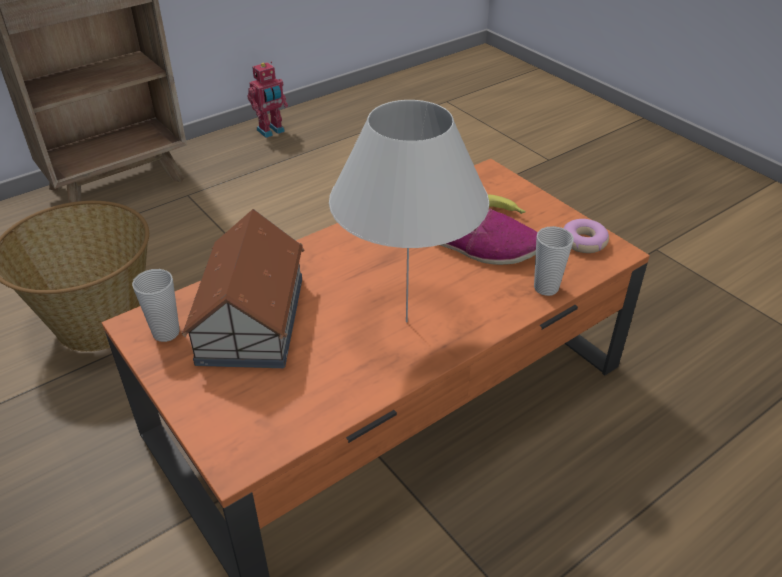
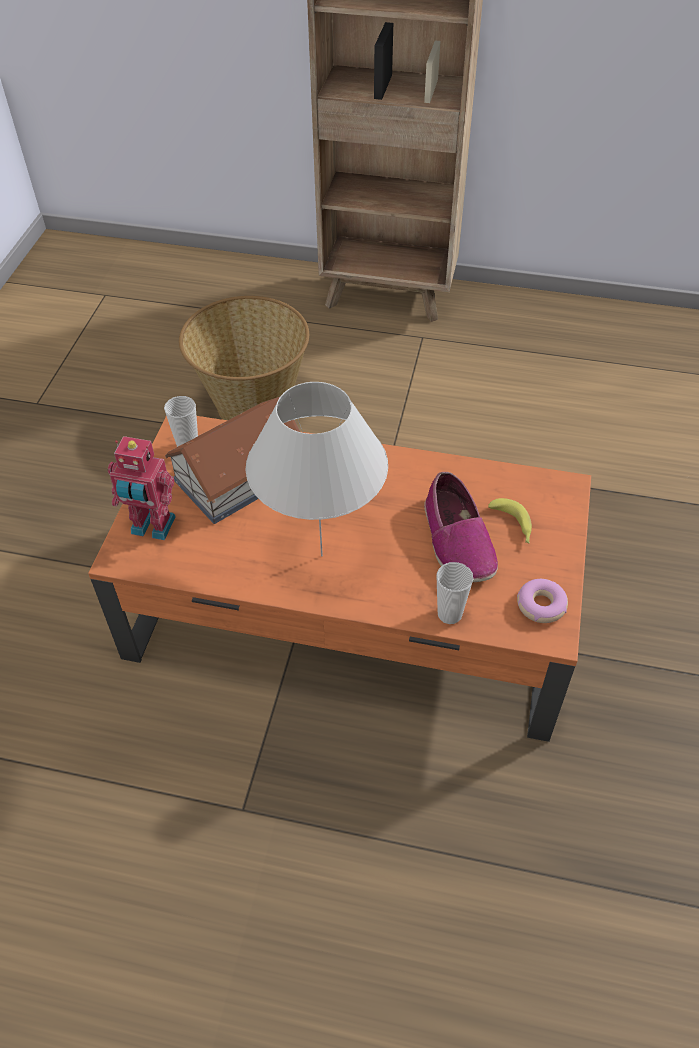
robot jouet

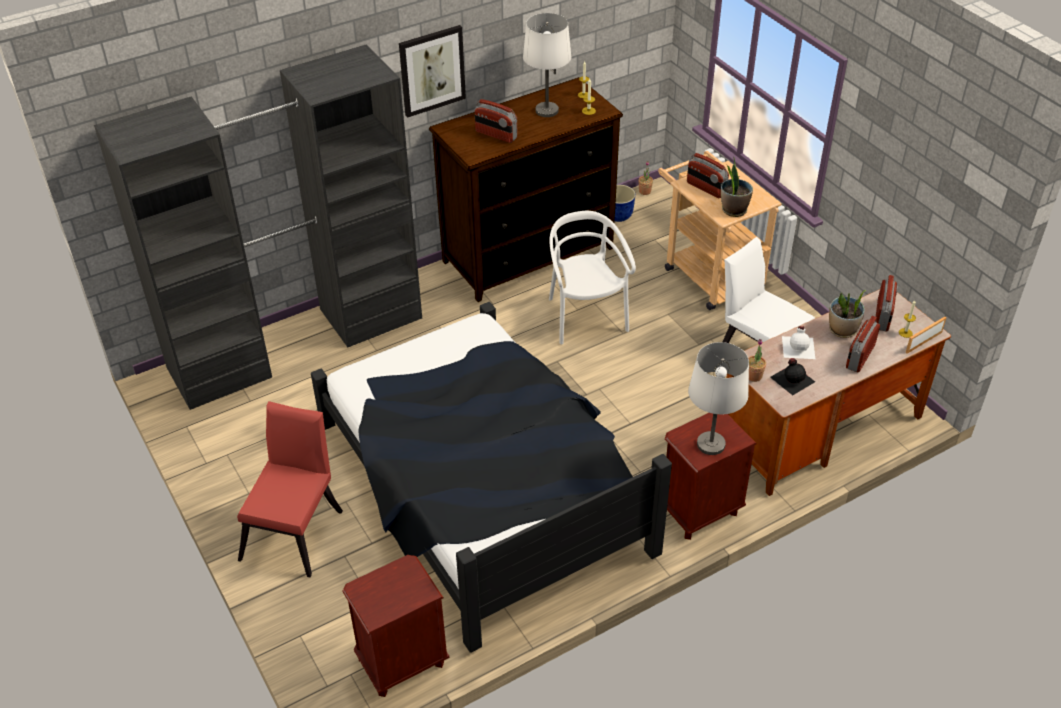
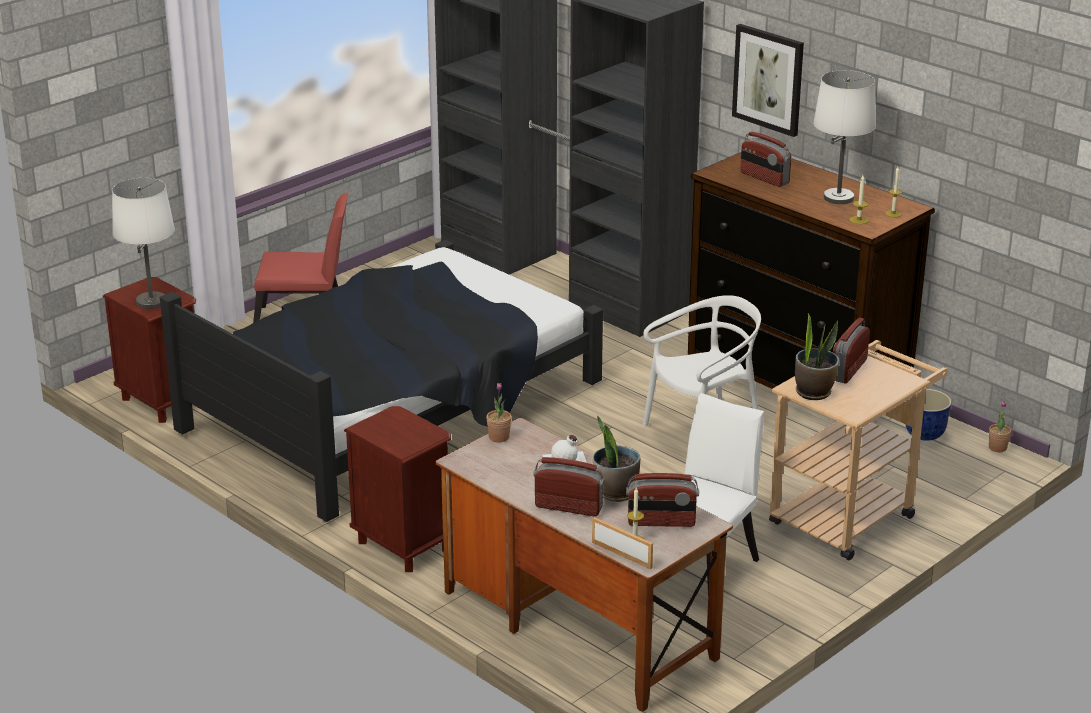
bouteille (noir)
lampe de table (blanc) (1st from left)
radio (3rd from left)

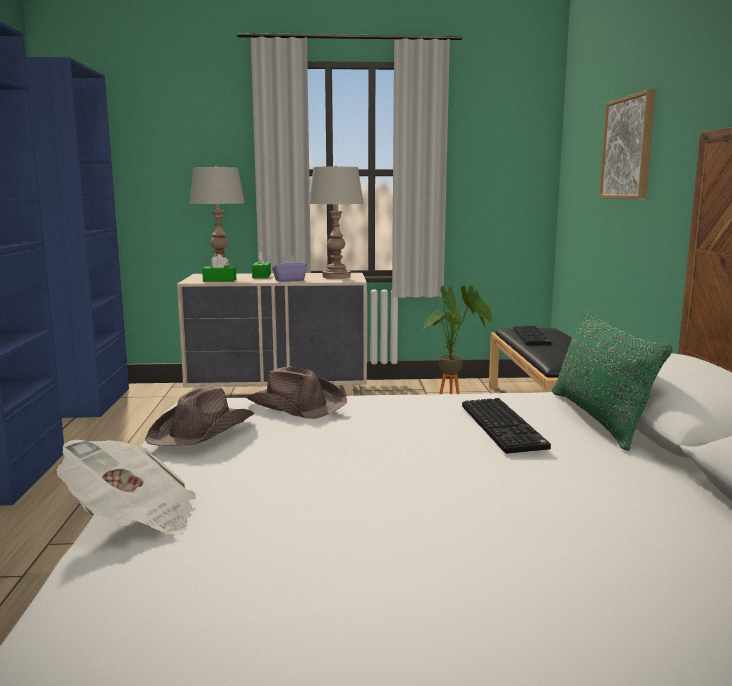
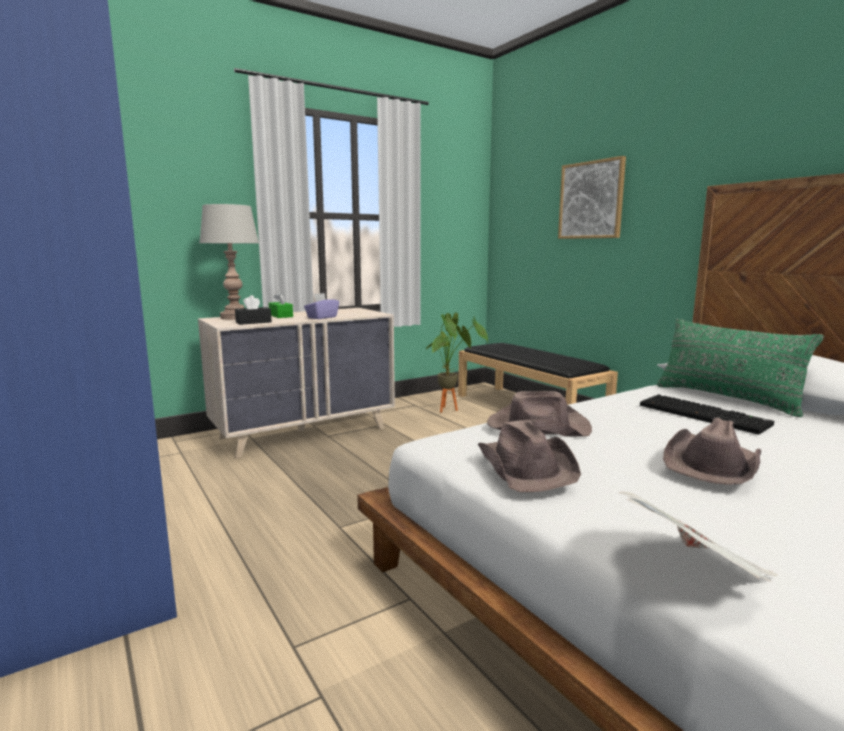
lampe de table (gris) (2nd from left in the first image)
clavier (2nd from left in the first image)
chapeau (marron) (3rd from left)
boîte à mouchoirs (noir)

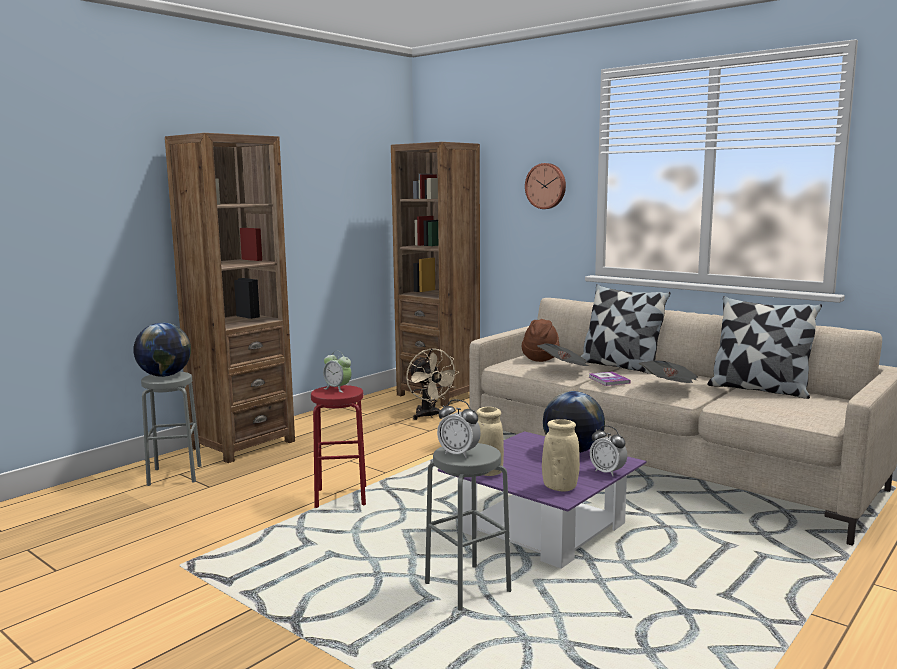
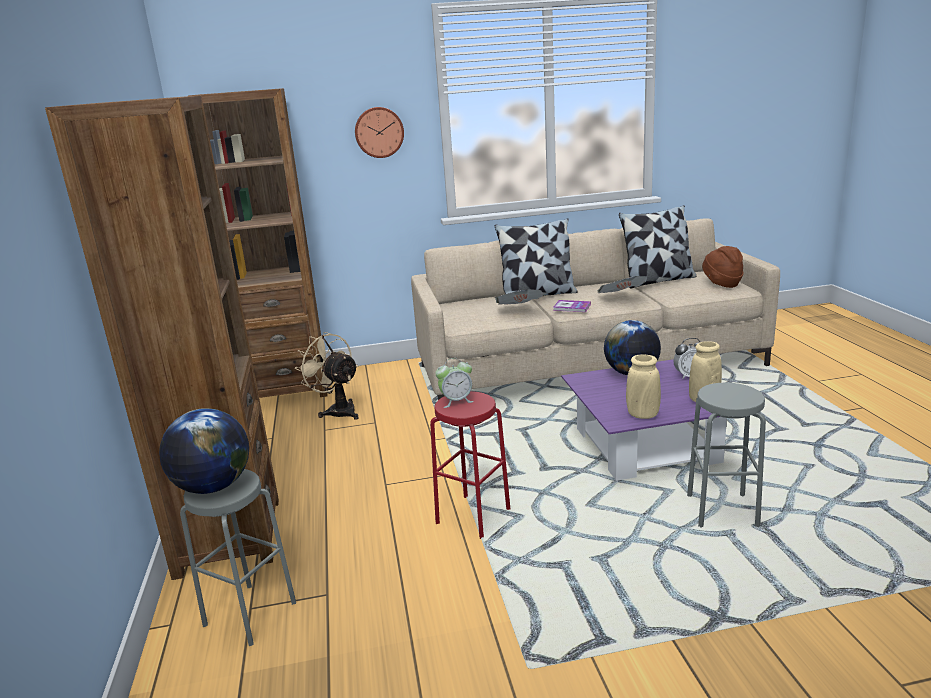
réveil (2nd from left in the first image)
chapeau (marron)
ventilateur (beige)

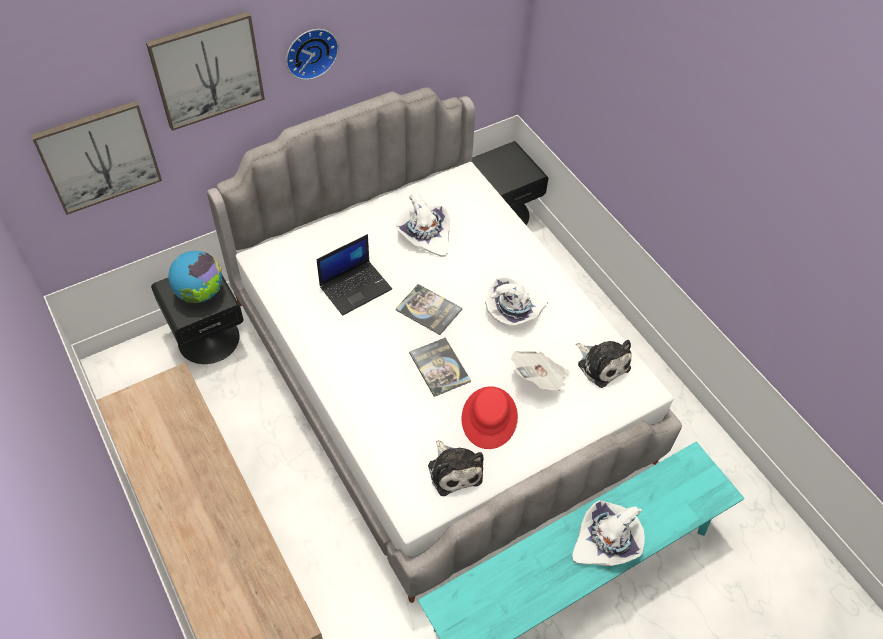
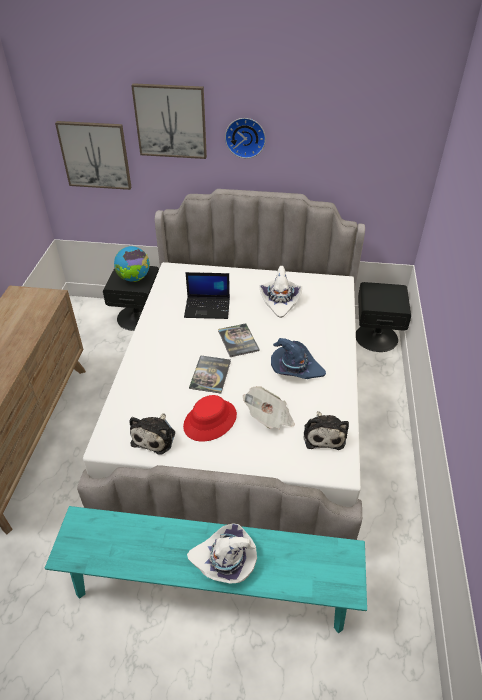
chapeau (bleu)

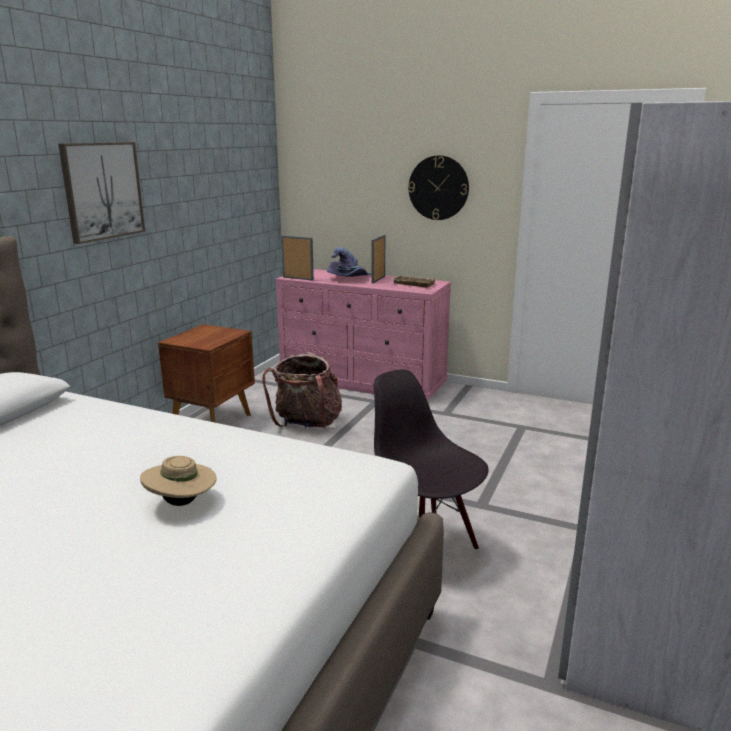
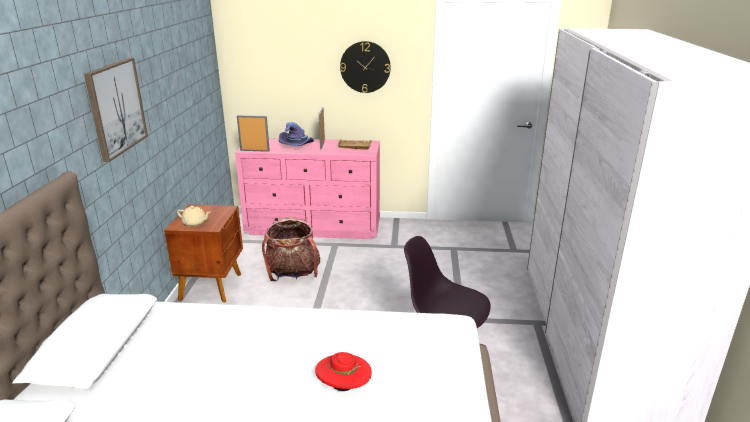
théière (beige)
chapeau (rouge)

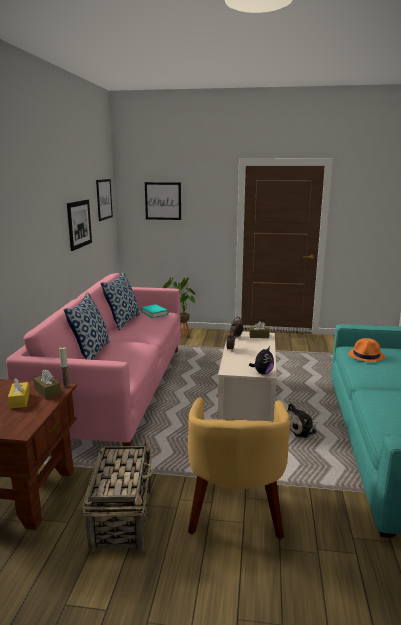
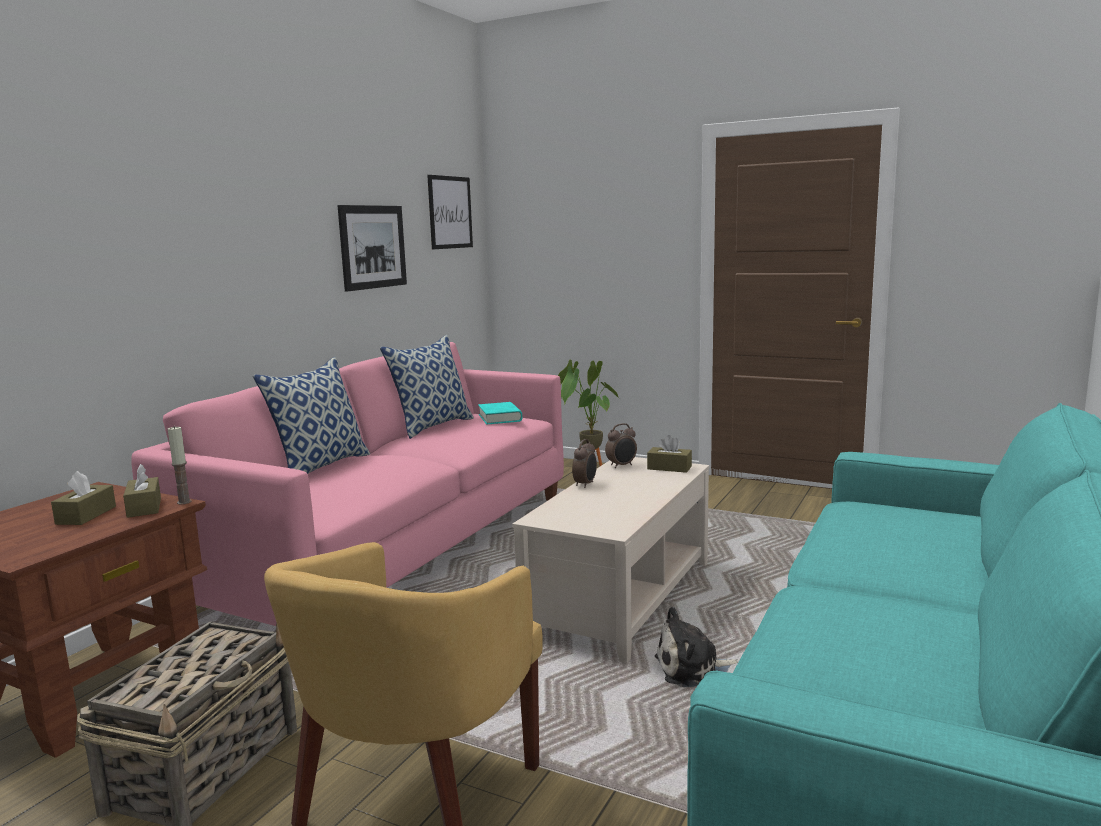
tableau (3rd from left in the first image)
peluche (1st from left in the first image)
chapeau (orange)
boîte à mouchoirs (marron) (1st from left)

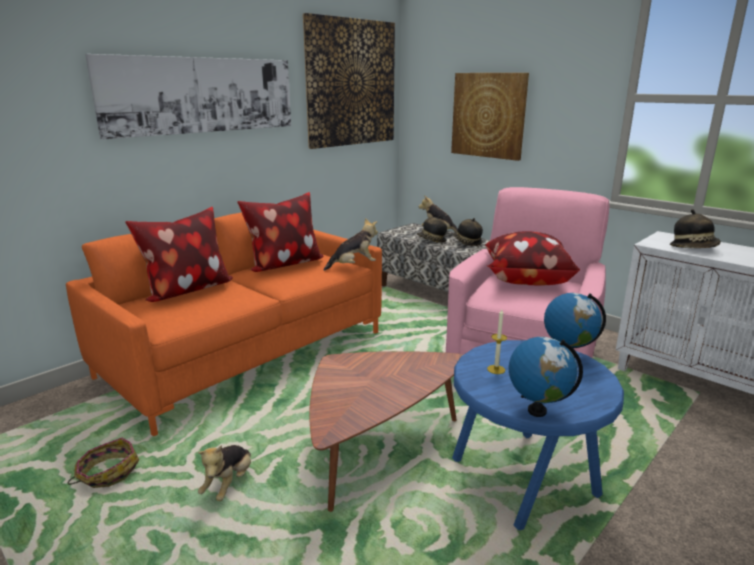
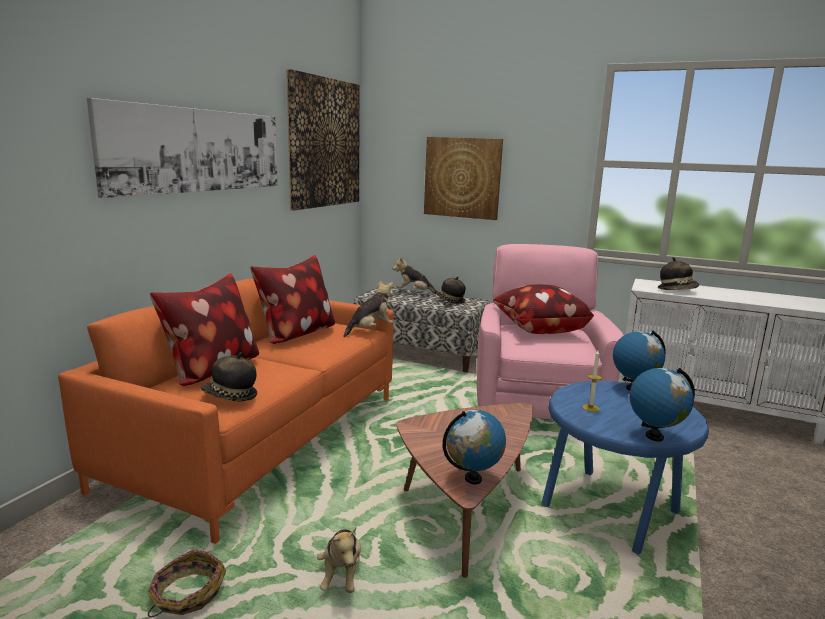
globe (1st from left)
chapeau (1st from left)

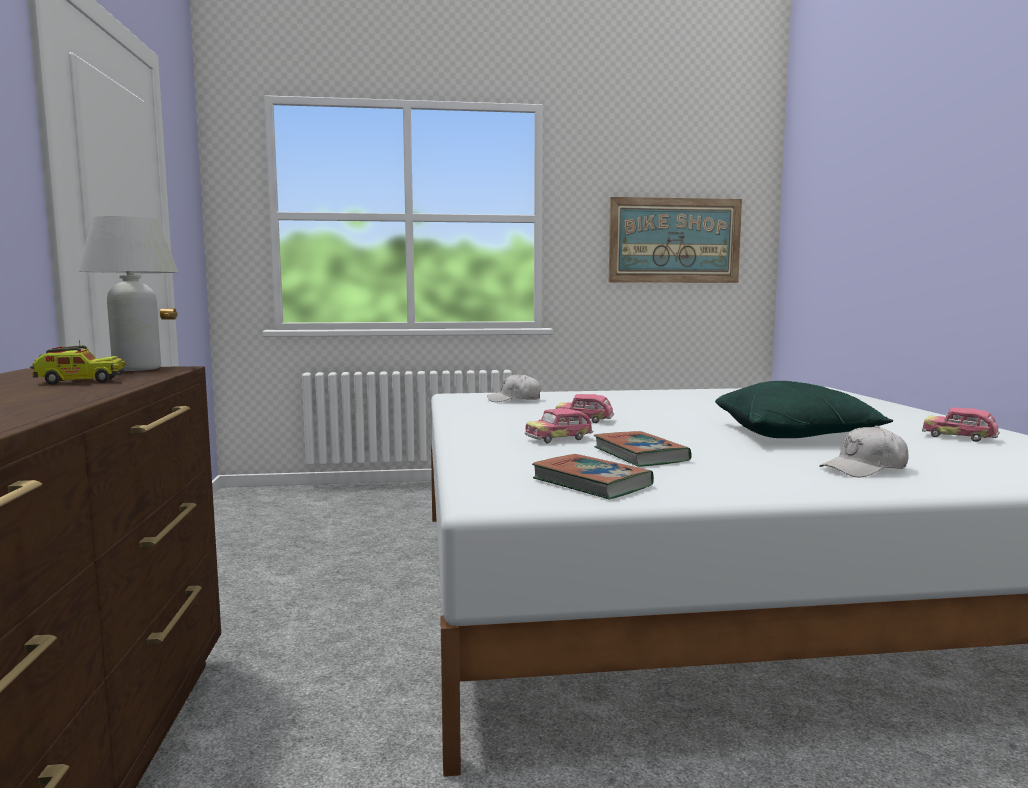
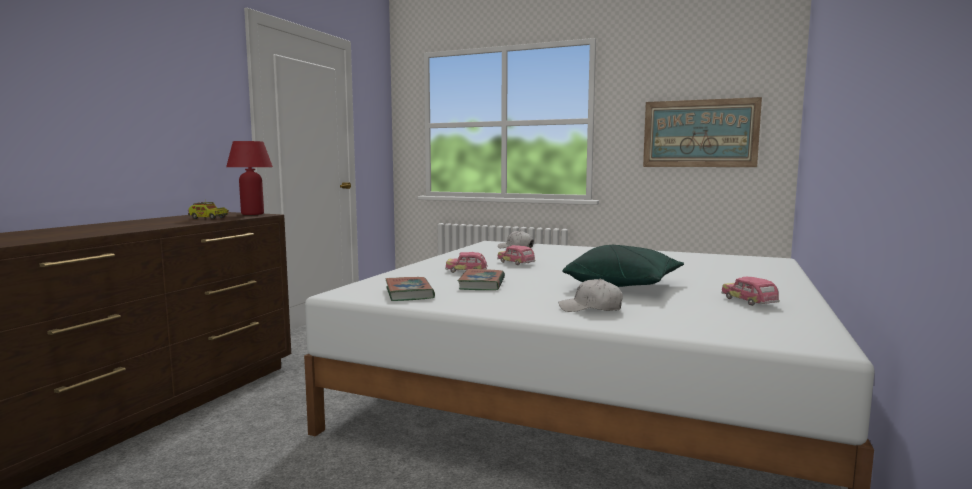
lampe de table (rouge)

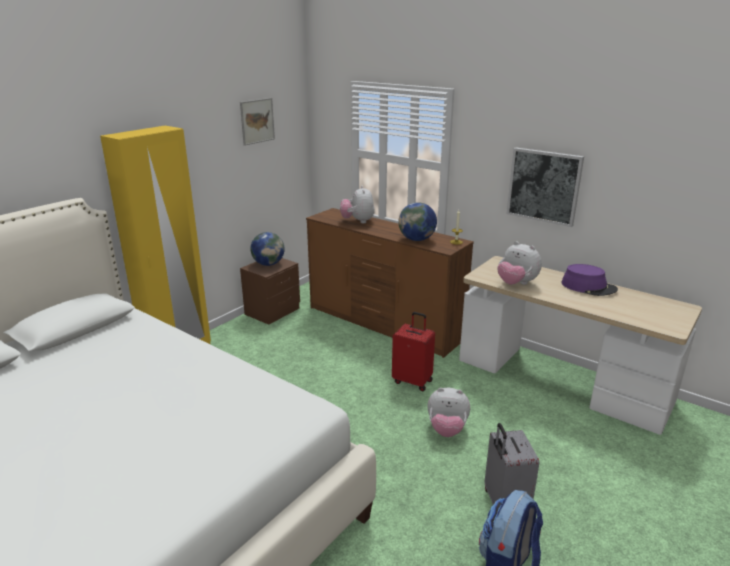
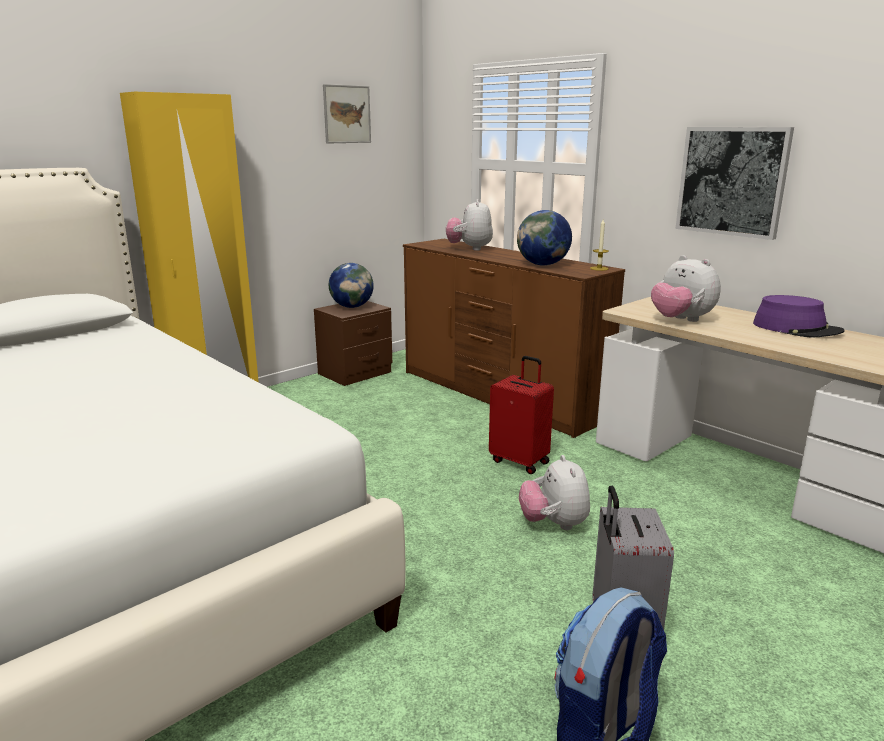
peluche (2nd from left)

